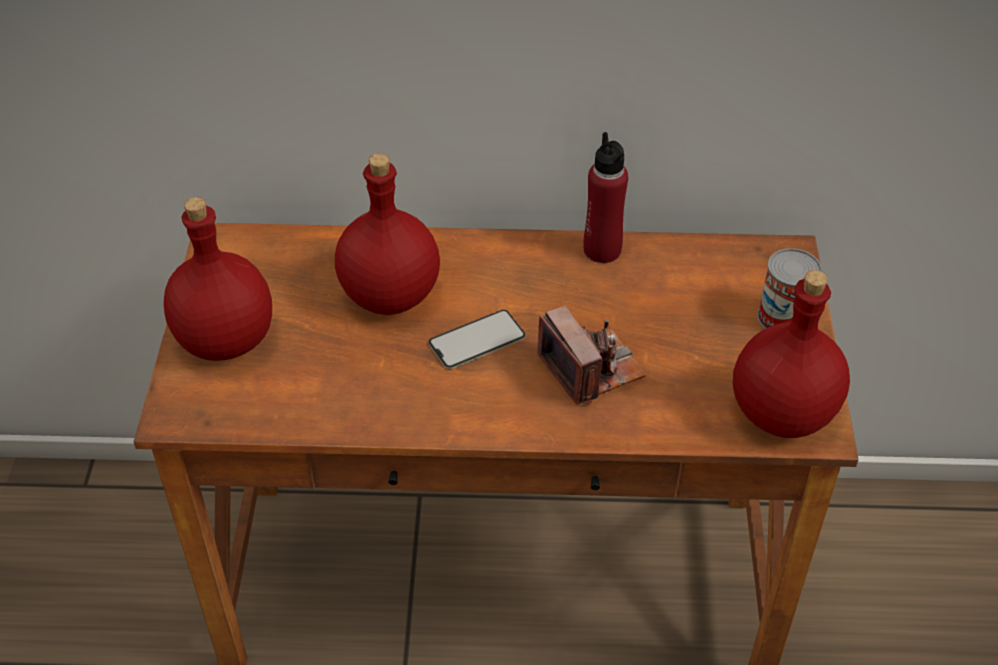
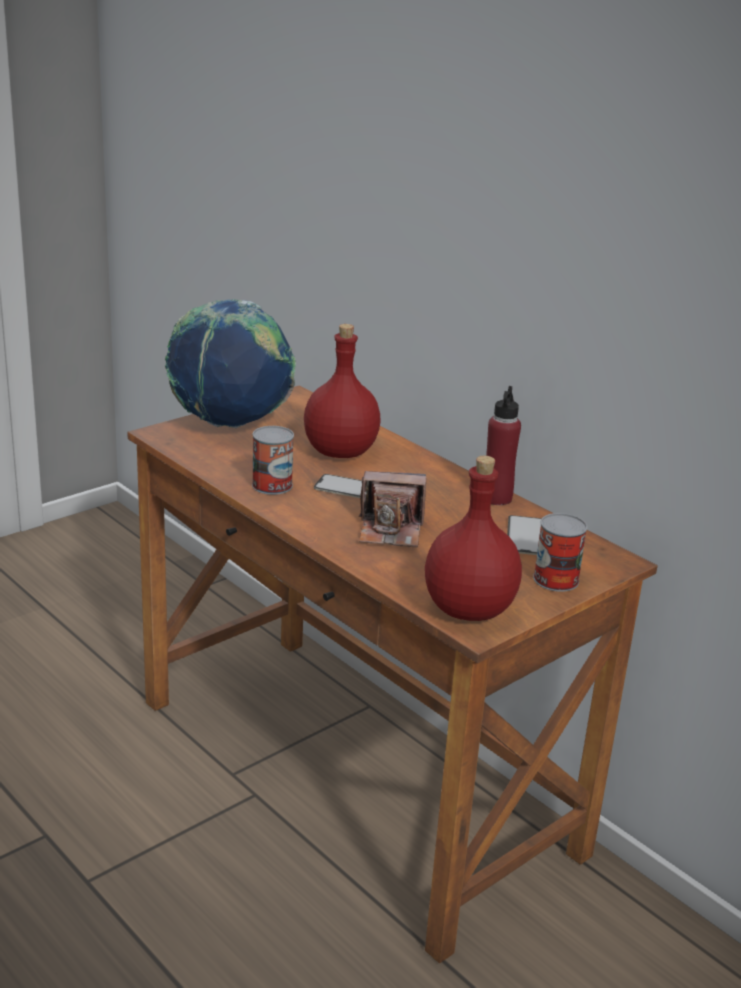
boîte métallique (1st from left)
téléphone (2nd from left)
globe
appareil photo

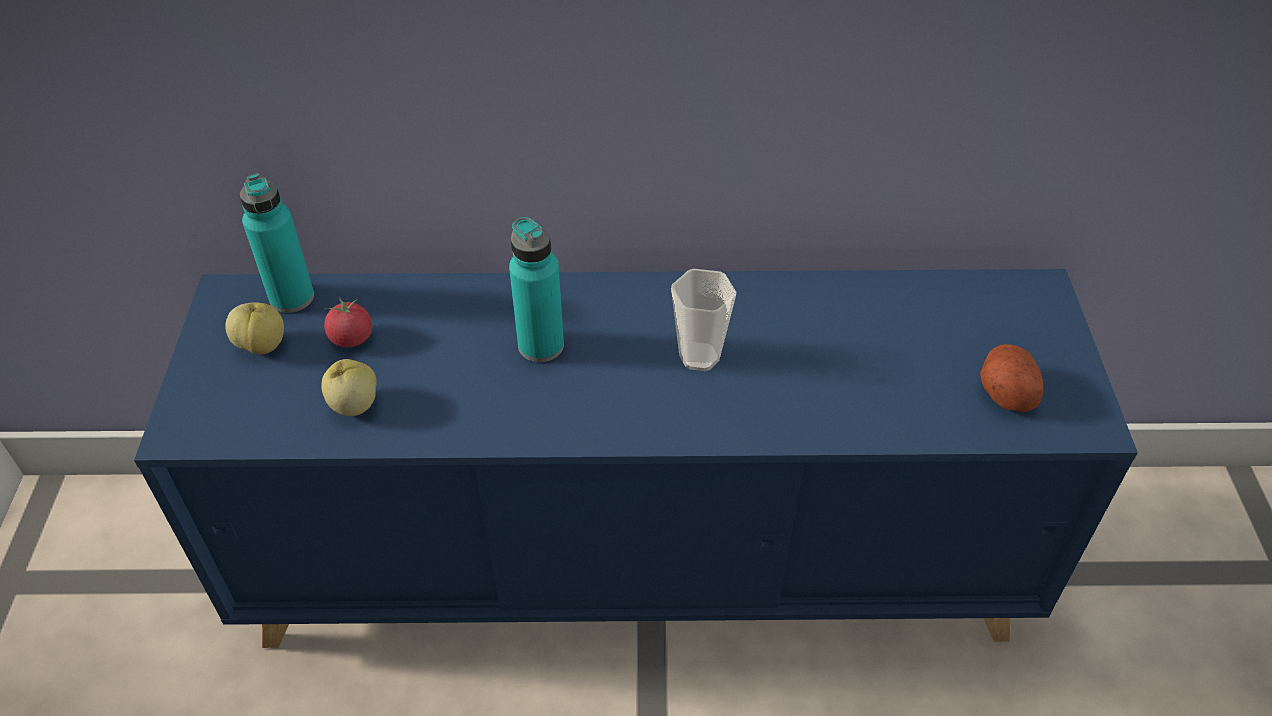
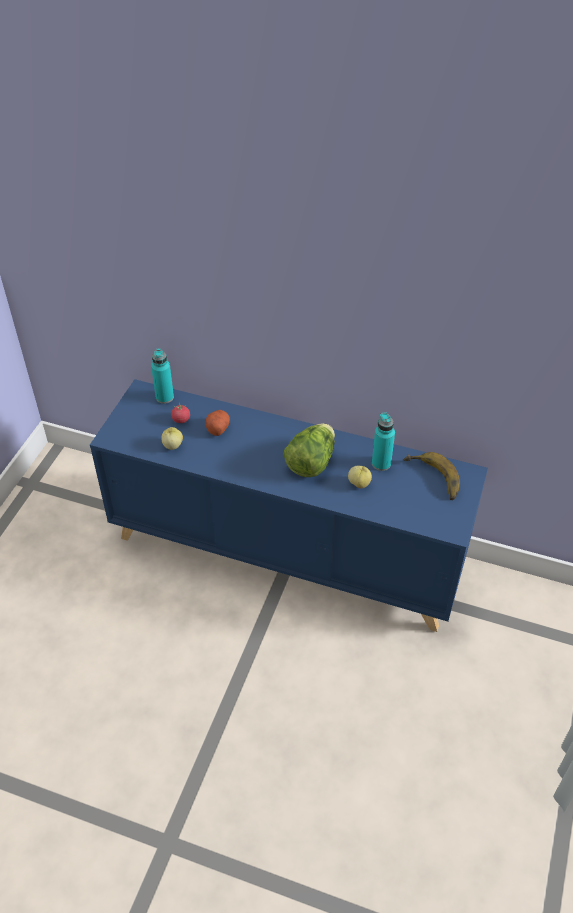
banane
pomme (2nd from left)
bouteille (turquoise) (2nd from left)
pomme de terre
laitue

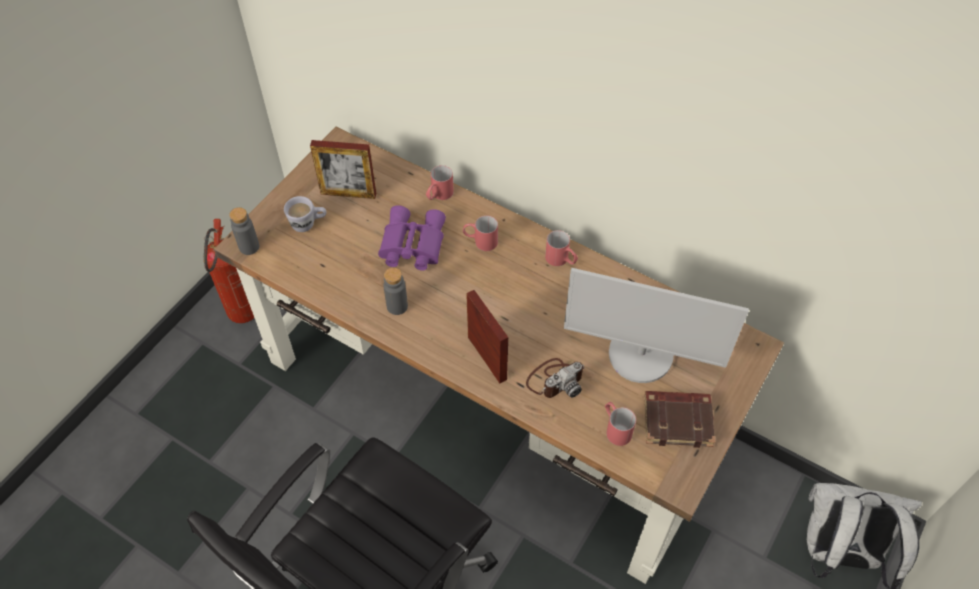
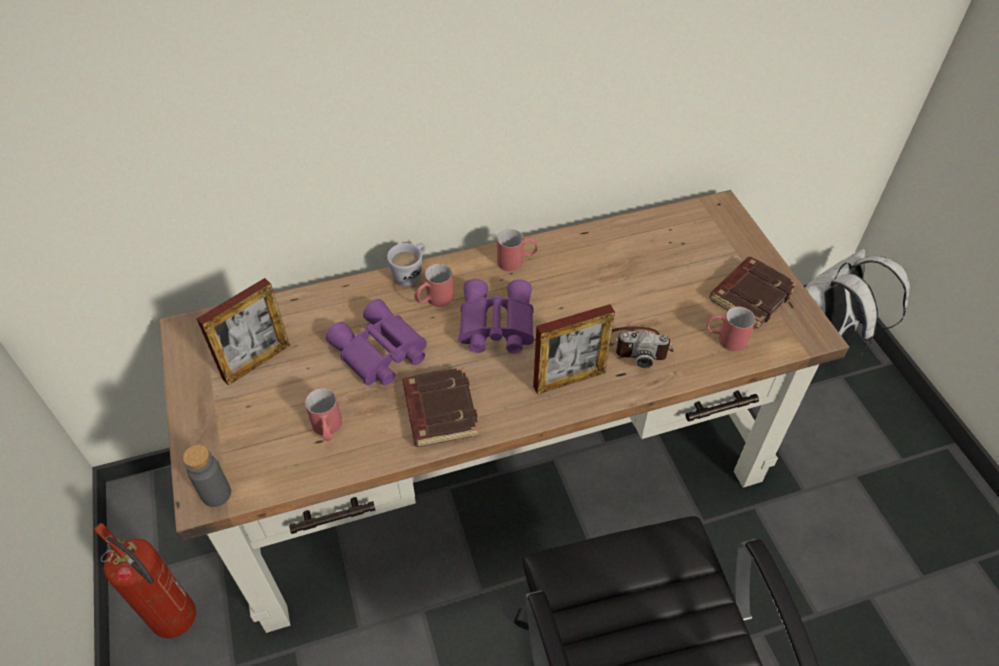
écran d'ordinateur
jumelles (violet) (2nd from left)
mug (blanc)
mug (rouge) (1st from left)
livre (marron) (1st from left)
cadre photo (2nd from left)
appareil photo

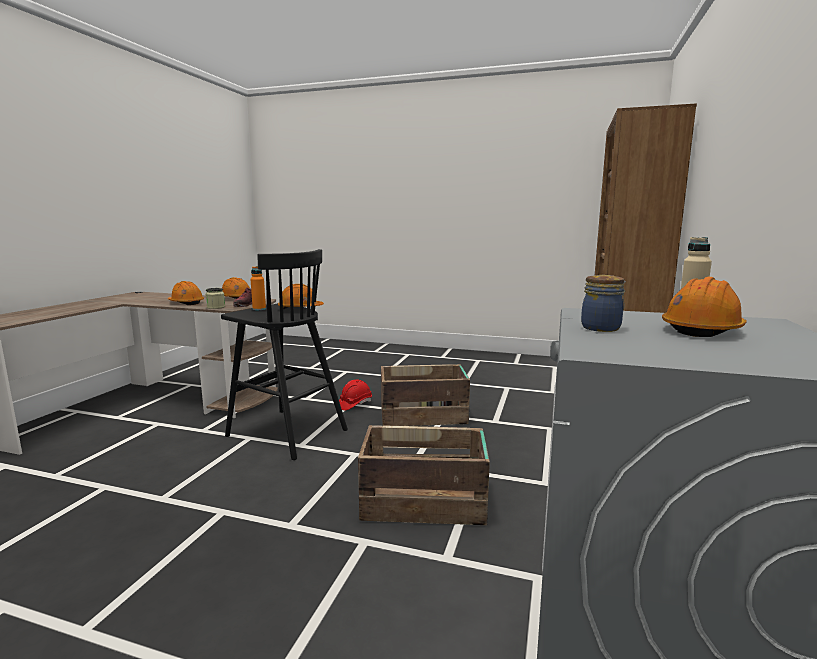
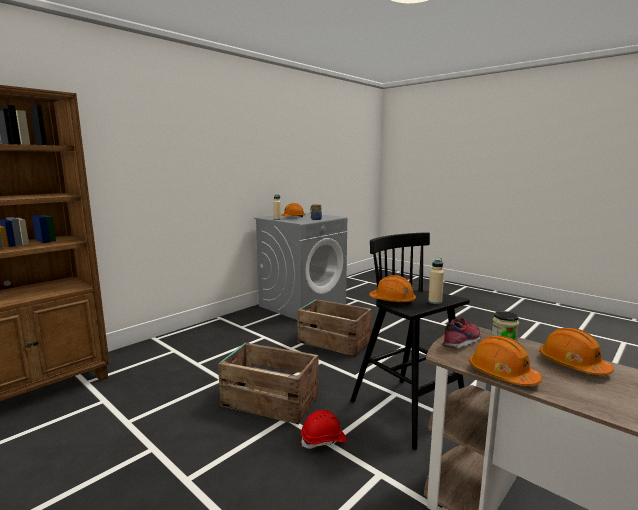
bouteille (beige) (2nd from left)

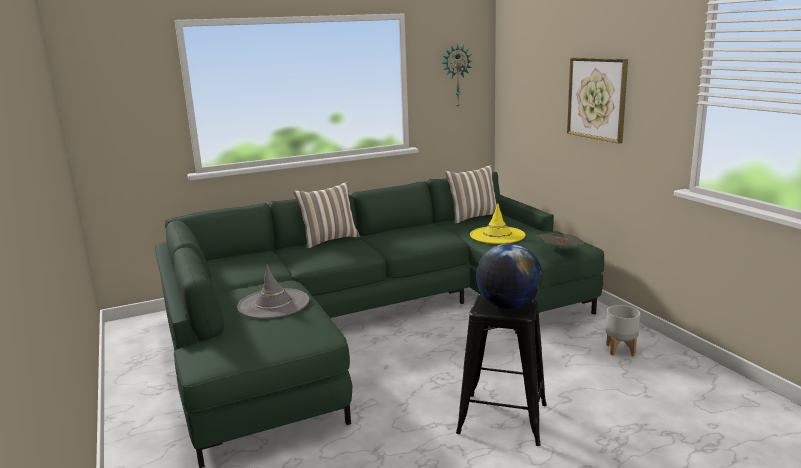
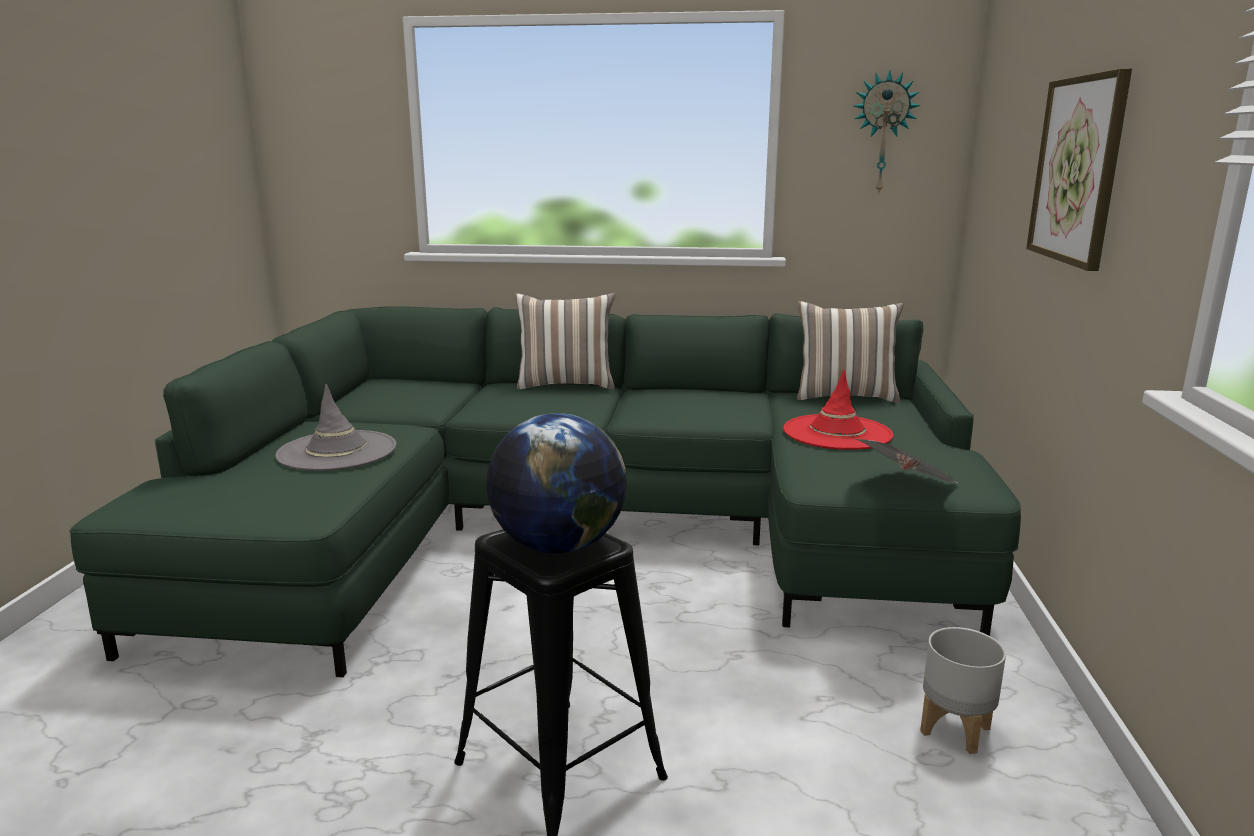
chapeau (rouge)

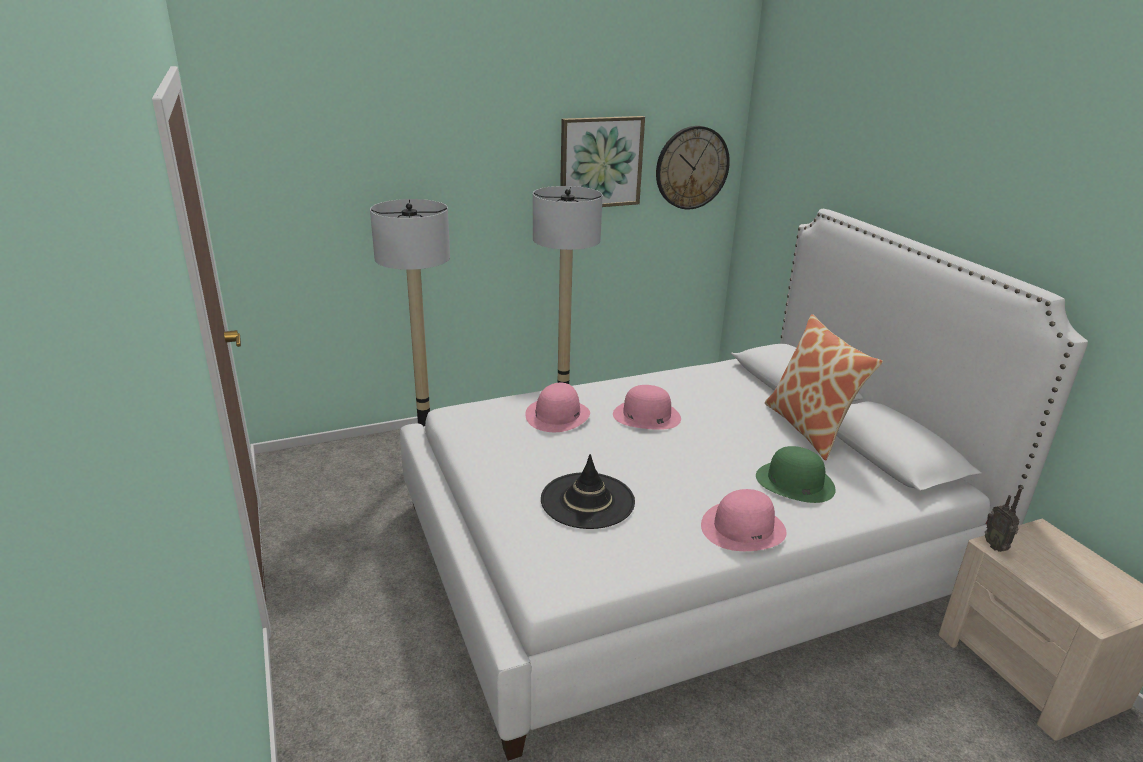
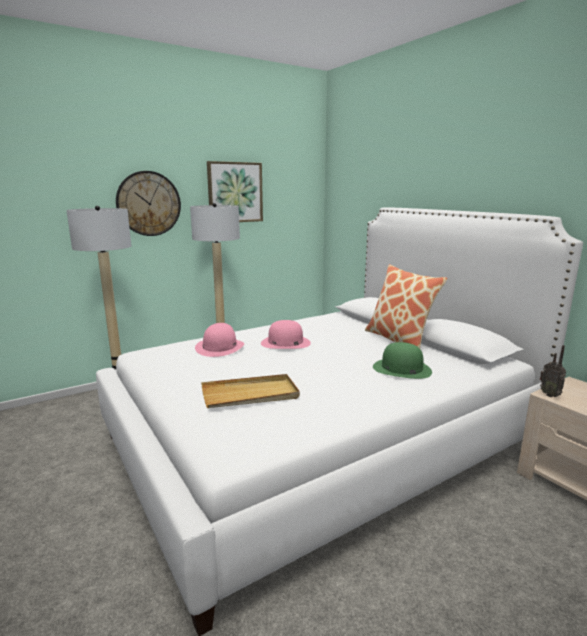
chapeau (rose) (3rd from left in the first image)
horloge murale
plateau (beige)

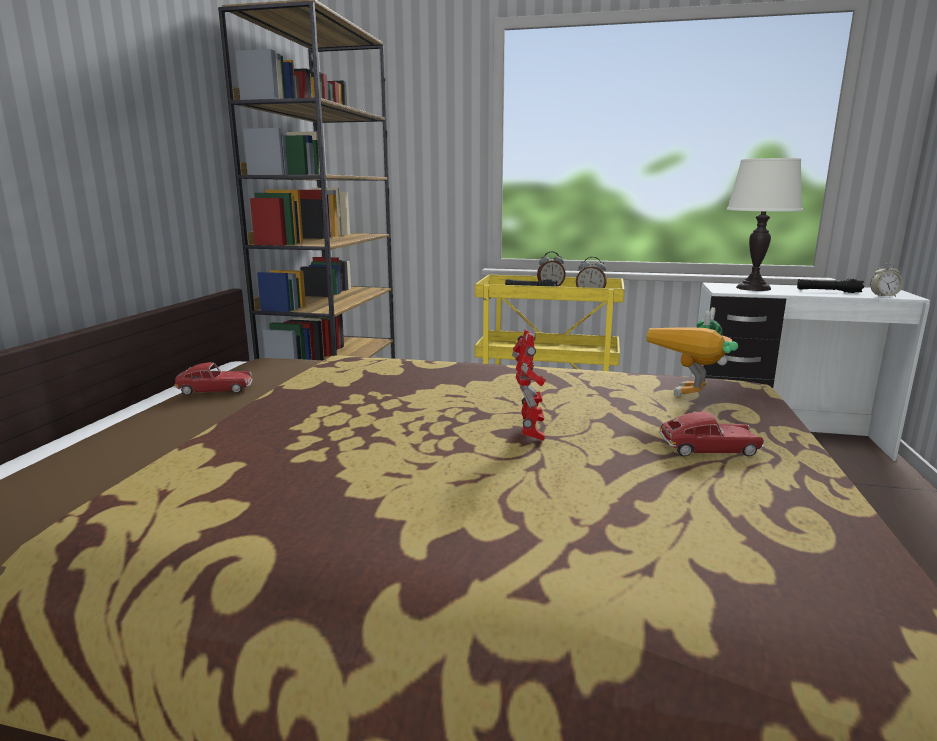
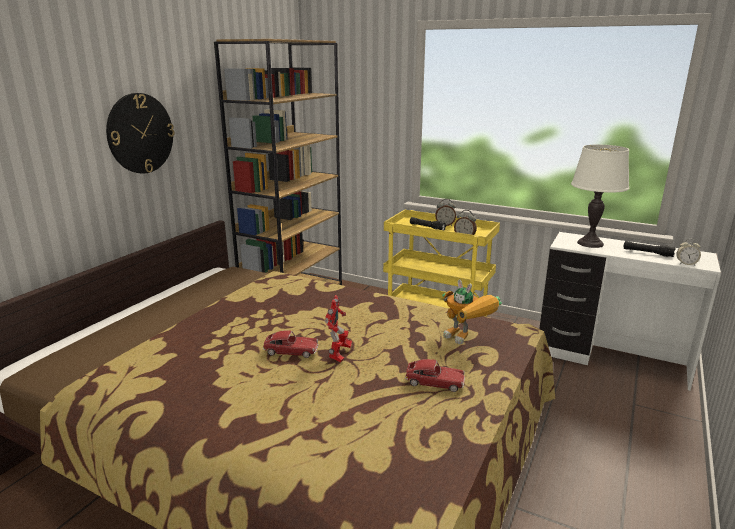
horloge murale
petite voiture (1st from left)
robot jouet (2nd from left)

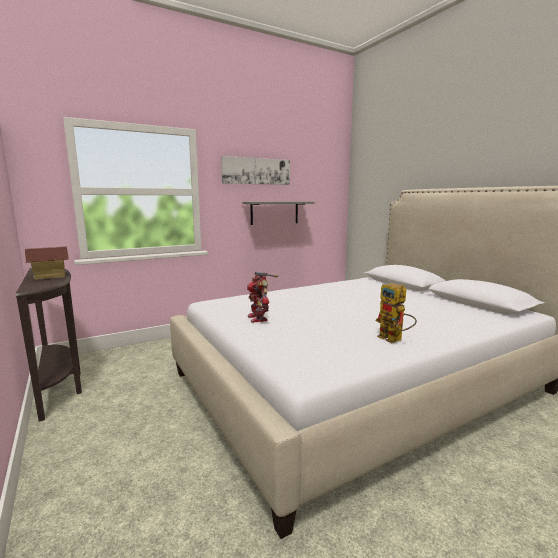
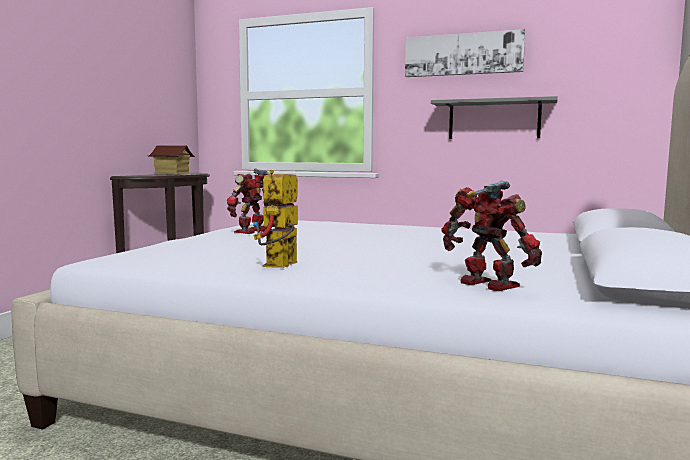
robot jouet (3rd from left)

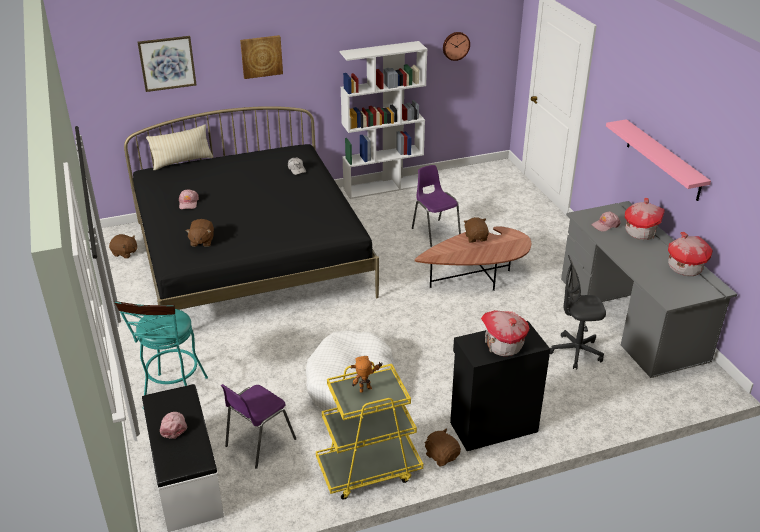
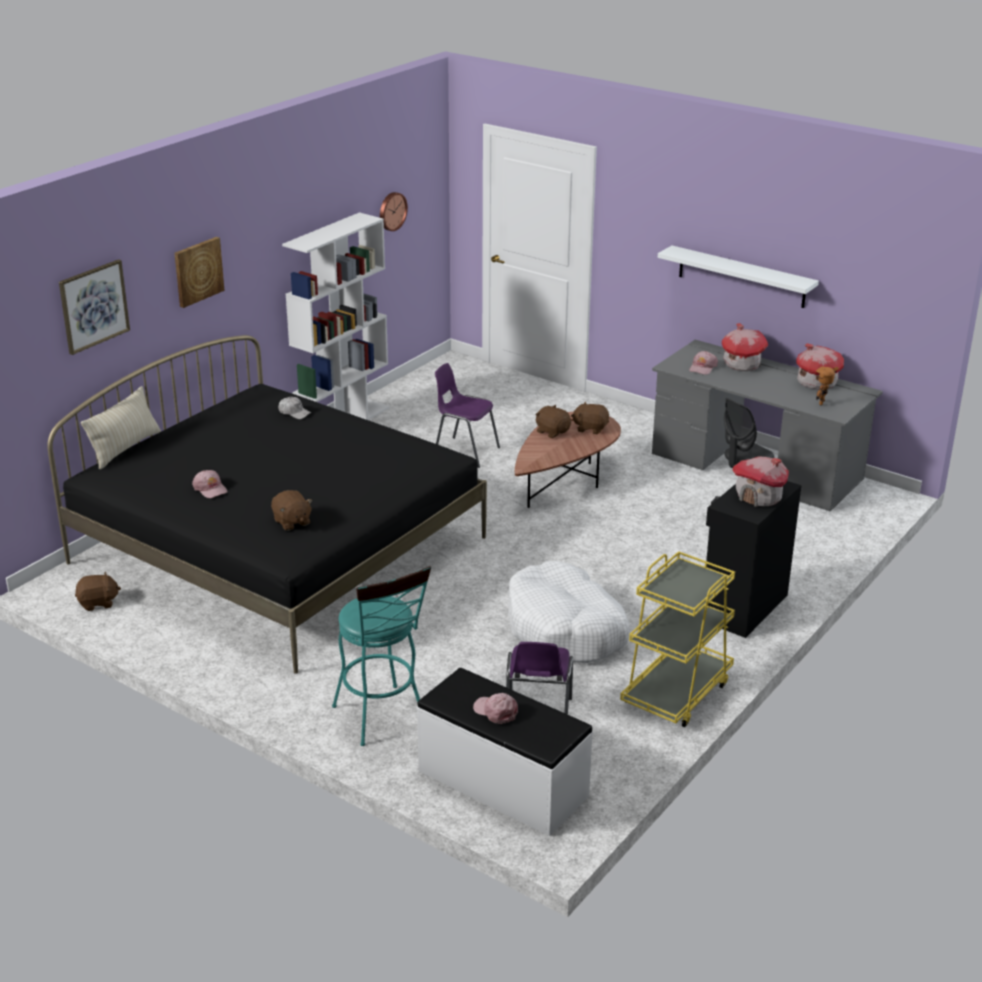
robot jouet
peluche (marron) (4th from left)
étagère (blanc)

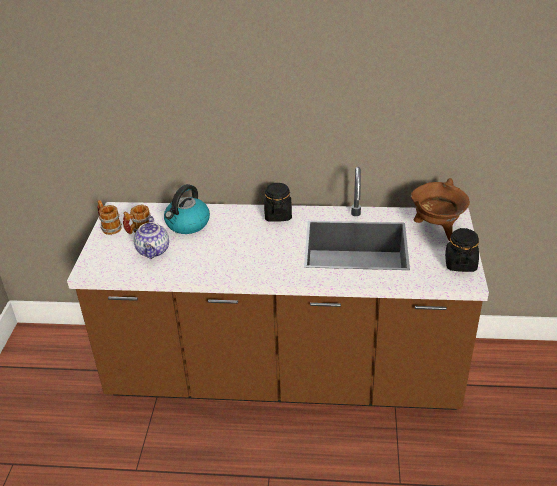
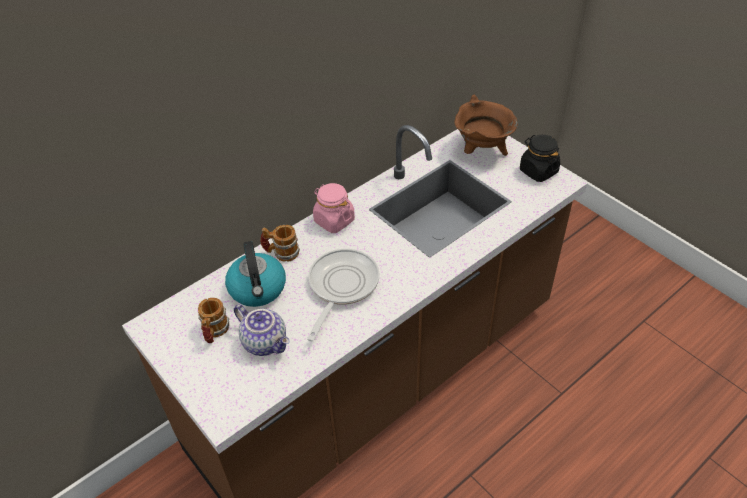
poêle
mug (2nd from left)
bocal (rose)

